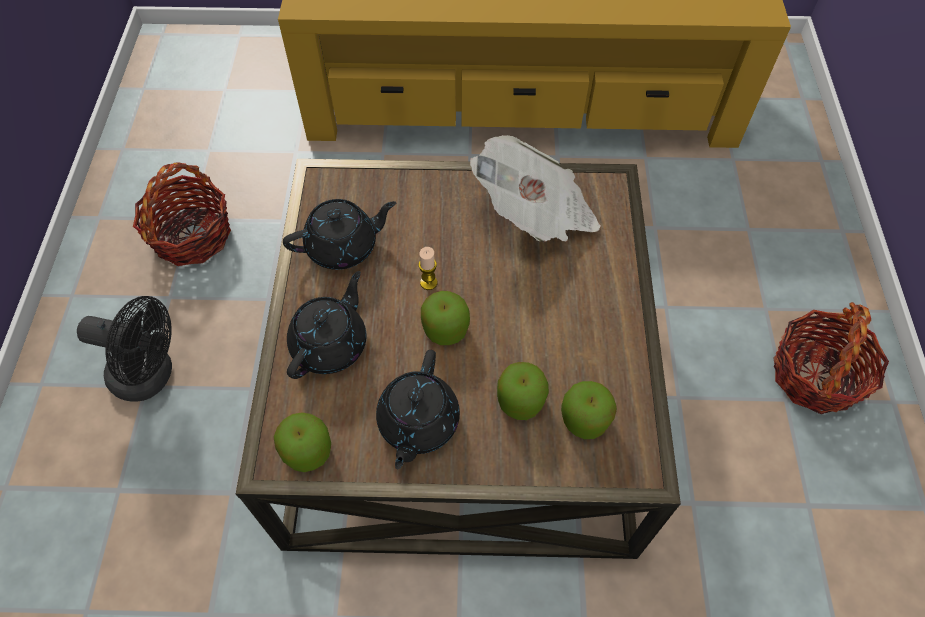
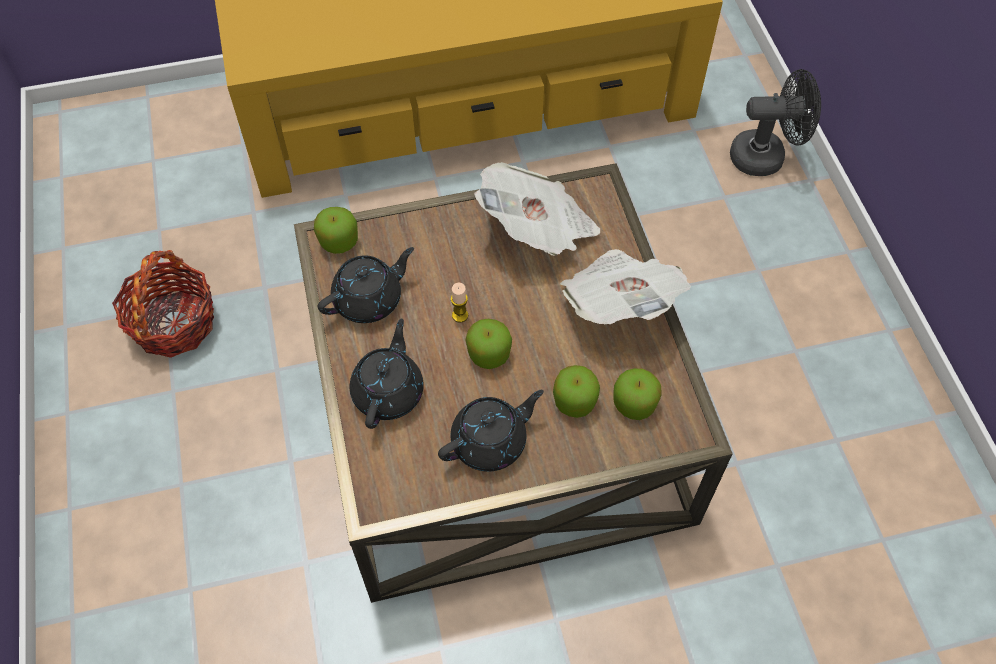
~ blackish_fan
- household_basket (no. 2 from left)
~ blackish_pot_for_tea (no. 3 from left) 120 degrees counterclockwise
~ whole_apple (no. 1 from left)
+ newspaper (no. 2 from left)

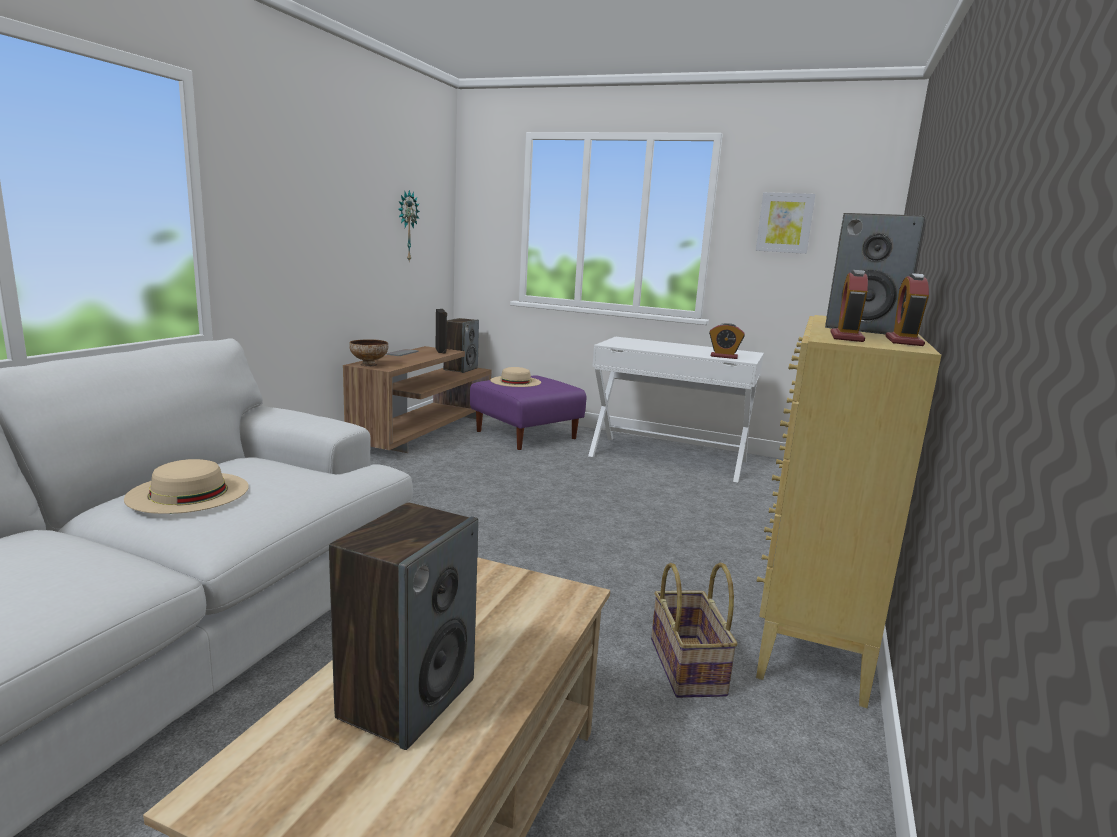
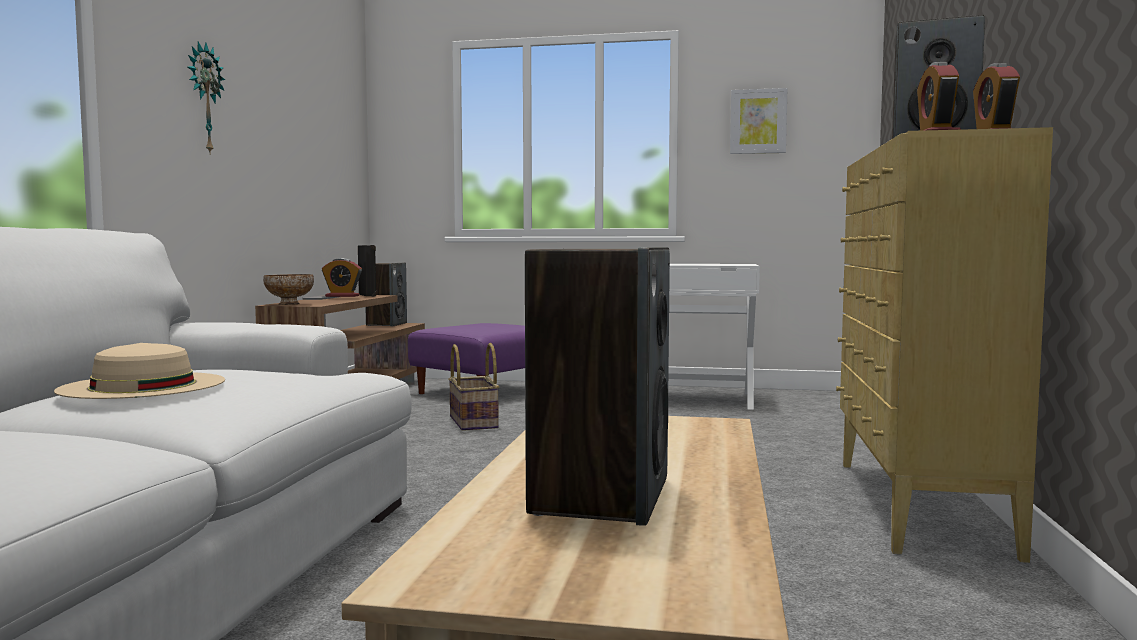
~ hanging_clock
~ bedside_clock (no. 1 from left)
- beige_wearable_hat (no. 2 from left)
~ household_basket

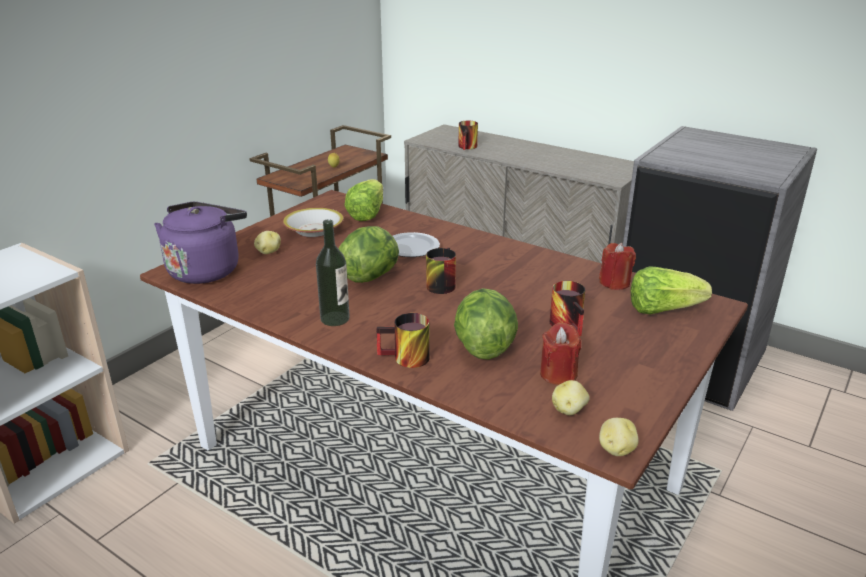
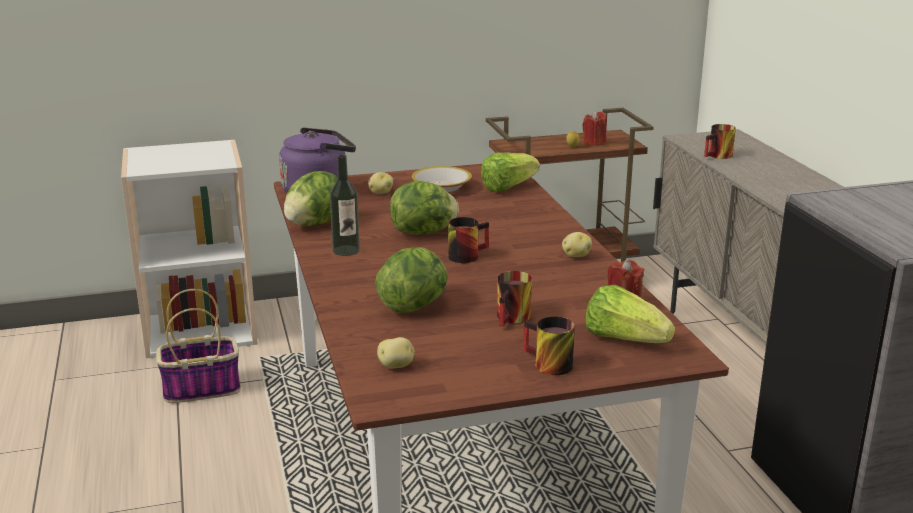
- dinner_plate
~ mug (no. 1 from left in the first image) to mug (no. 3 from left)
~ reddish_wax_light (no. 1 from left)
~ potato (no. 3 from left)
+ head_of_lettuce (no. 1 from left)
+ household_basket

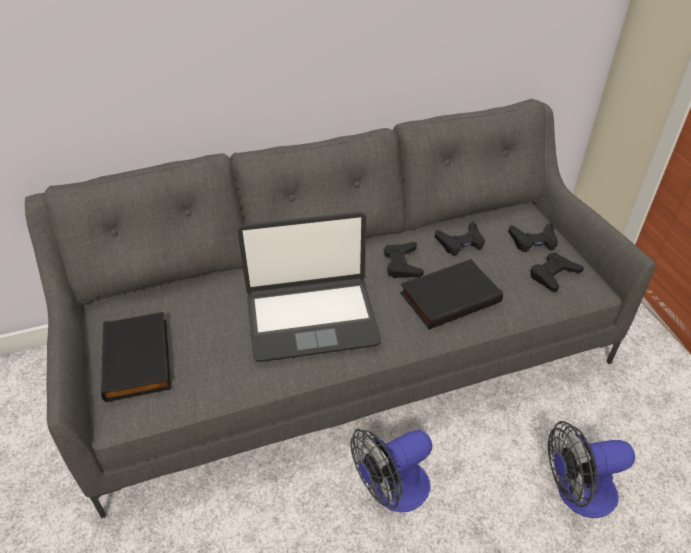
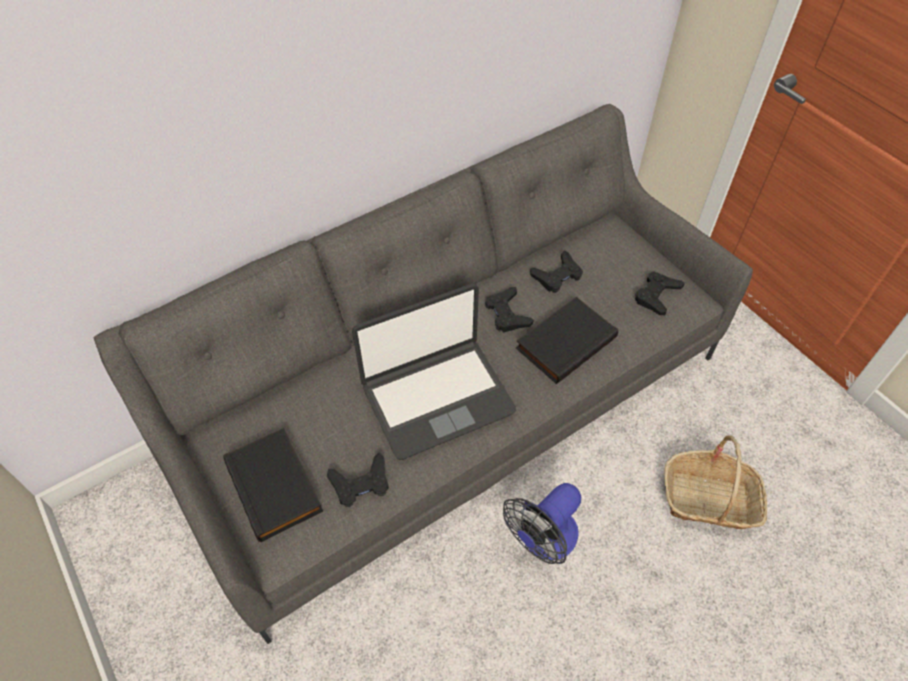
~ blackish_game_controller (no. 3 from left in the first image) to blackish_game_controller (no. 1 from left)
~ fan (no. 2 from left) to household_basket

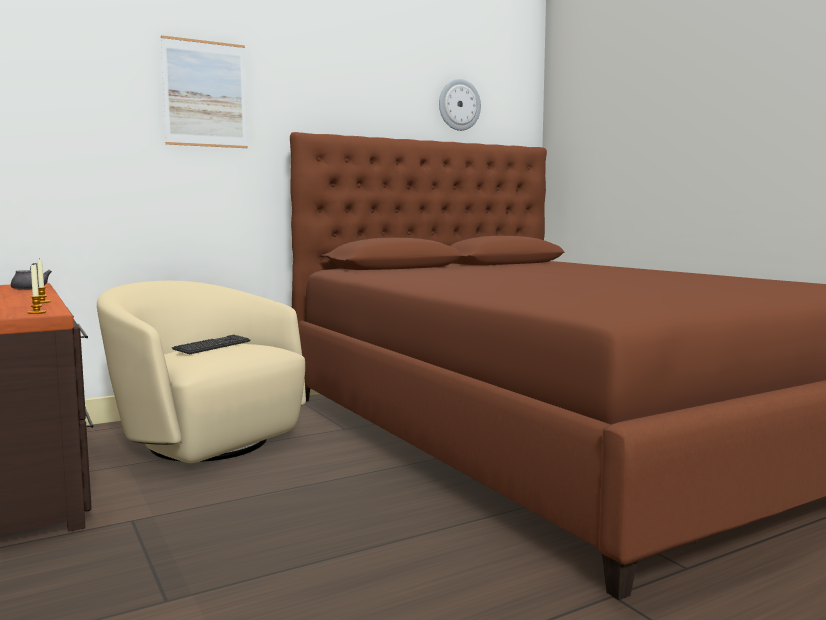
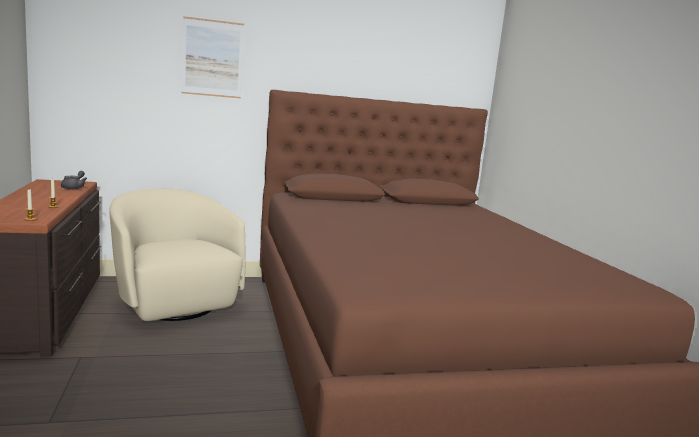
- hanging_clock
- PC_keyboard

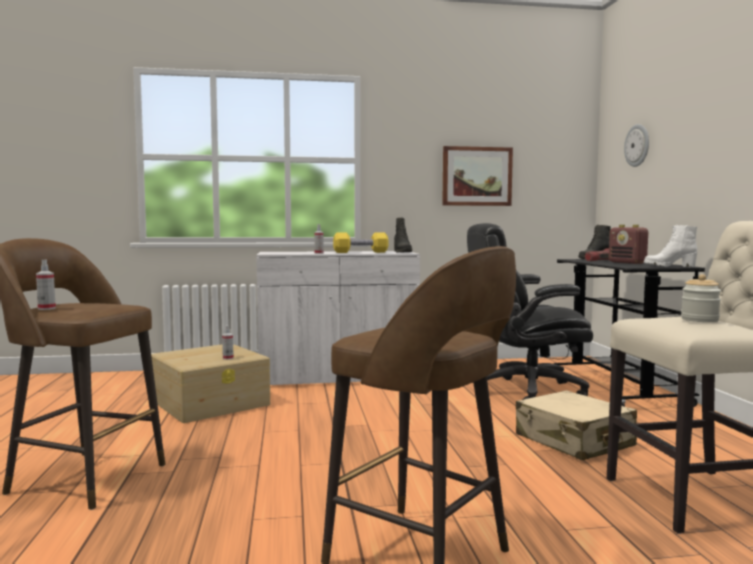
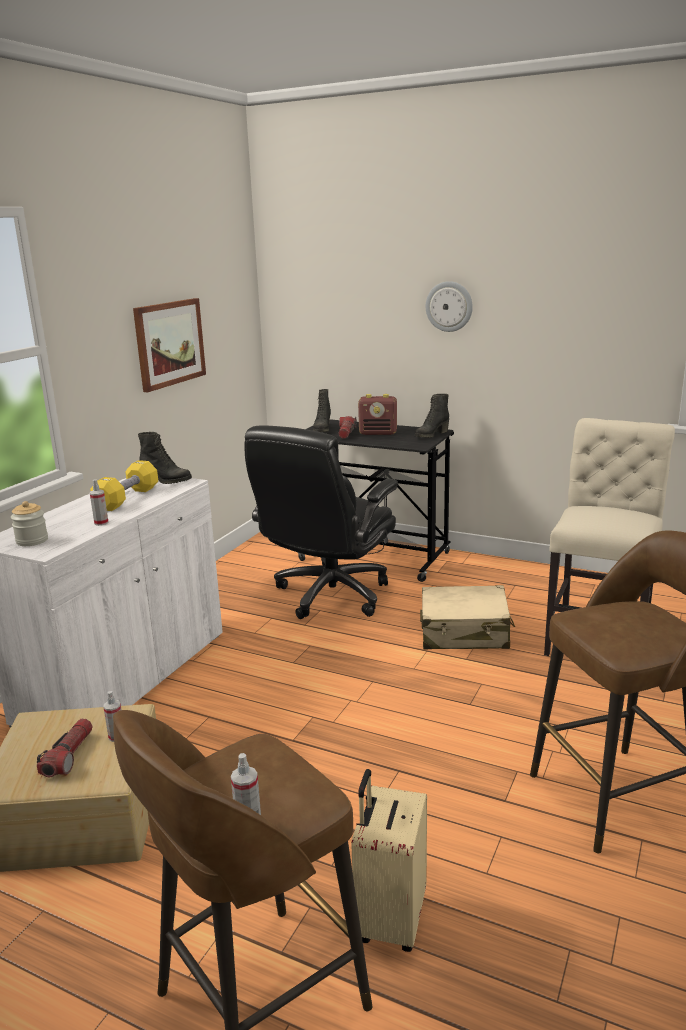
~ hanging_clock
~ white_boot to blackish_boot (no. 3 from left)
~ jar
+ hand_torch (no. 1 from left)
+ beige_suitcase (no. 1 from left)

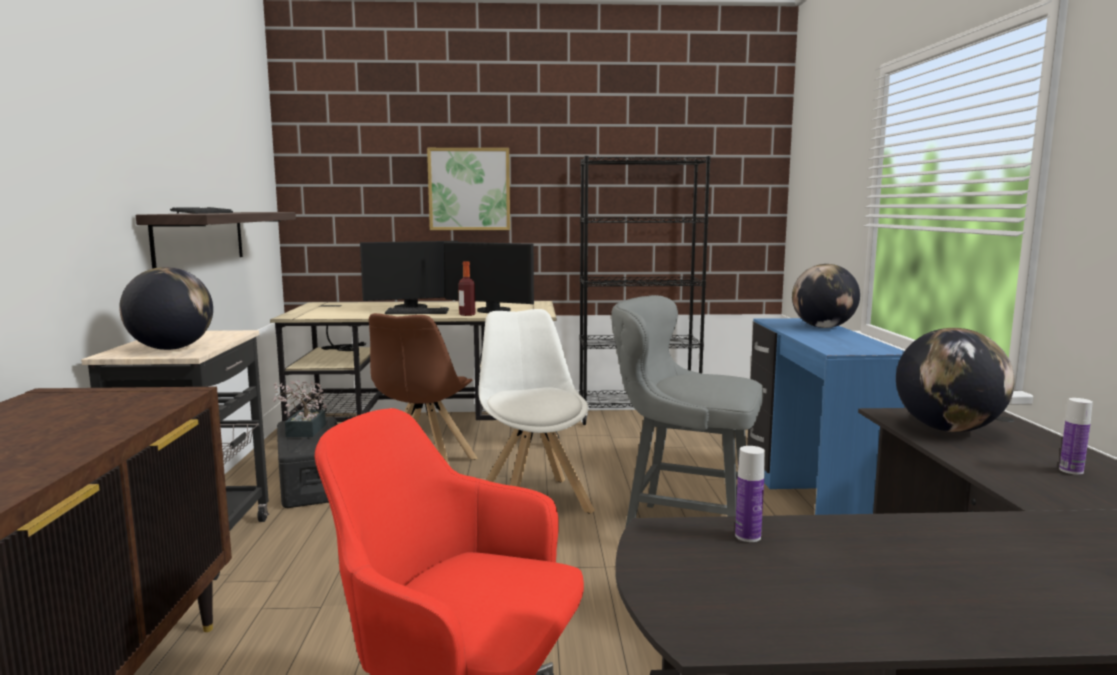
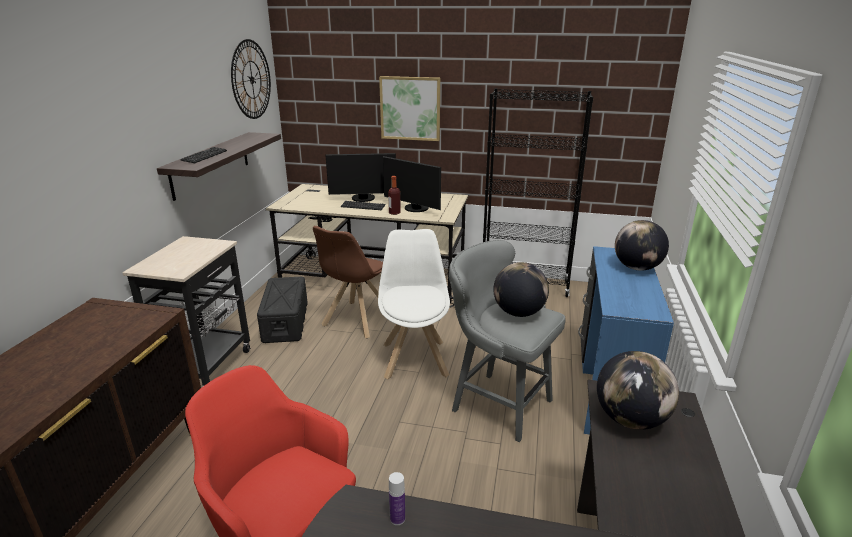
~ globe (no. 1 from left)
- plant_in_a_pot
- beverage_bottle (no. 3 from left)
+ hanging_clock

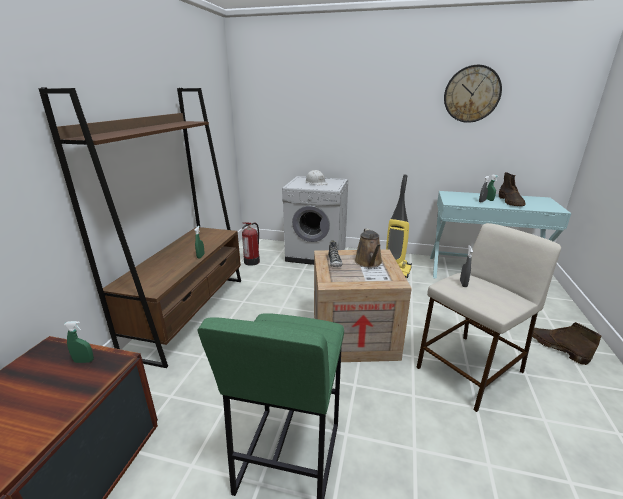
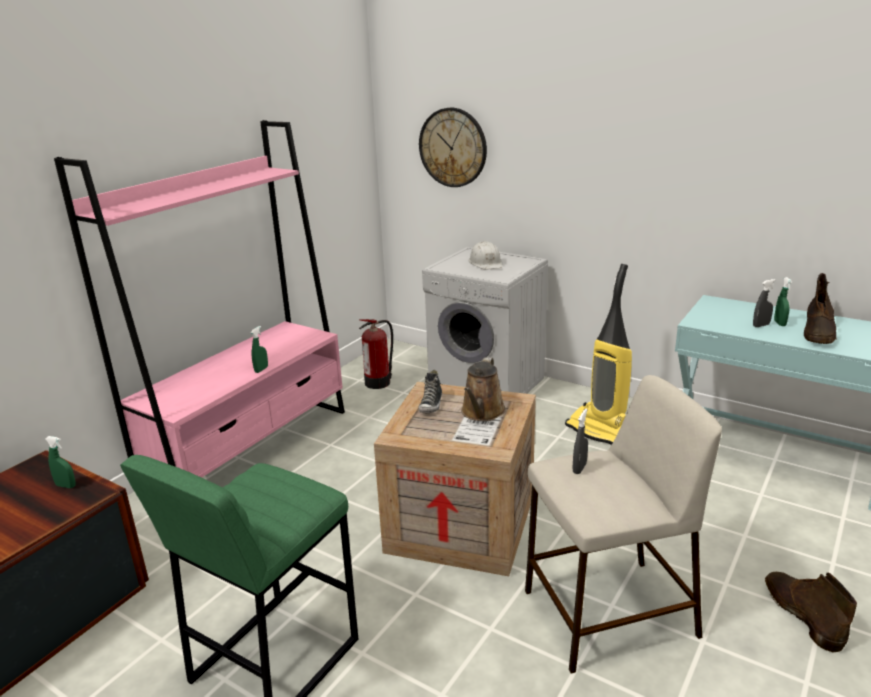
~ hanging_clock
~ brown-coloured_shelving_unit to pinkish_shelving_unit

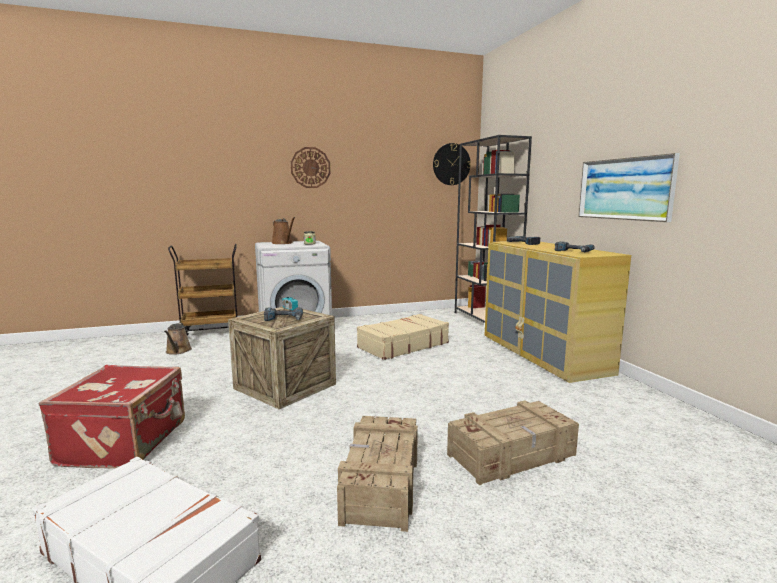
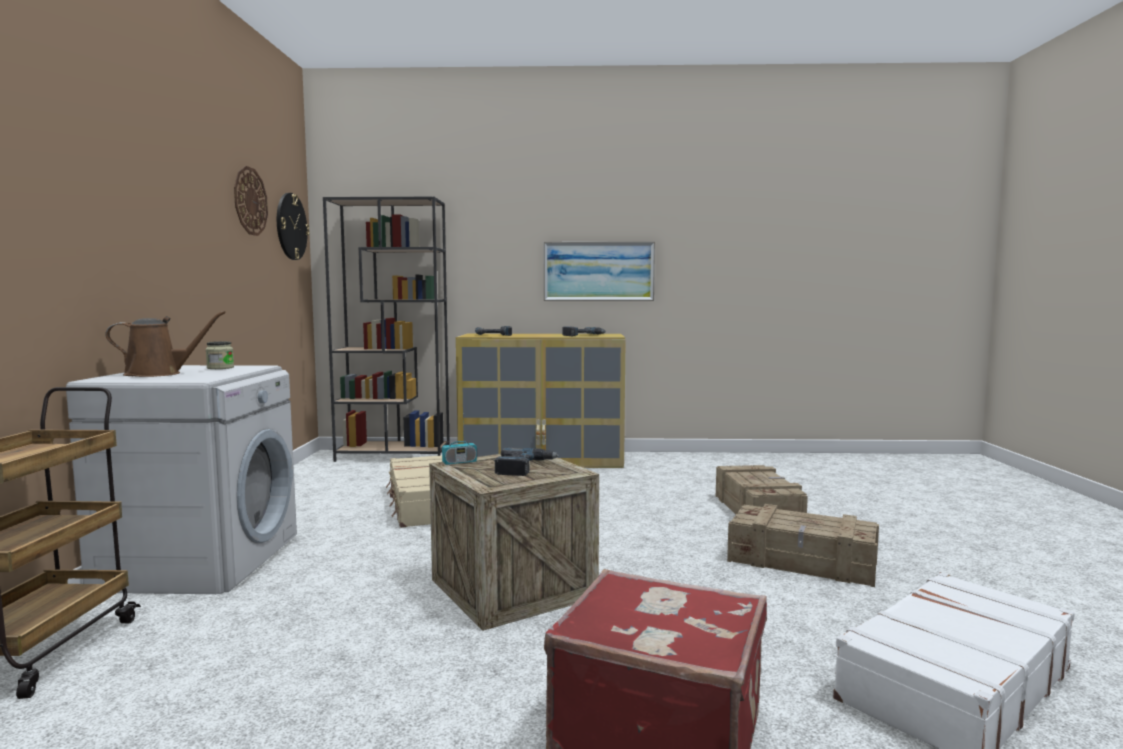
~ hanging_clock (no. 1 from left)
- brown-coloured_sprinkling_can (no. 1 from left)

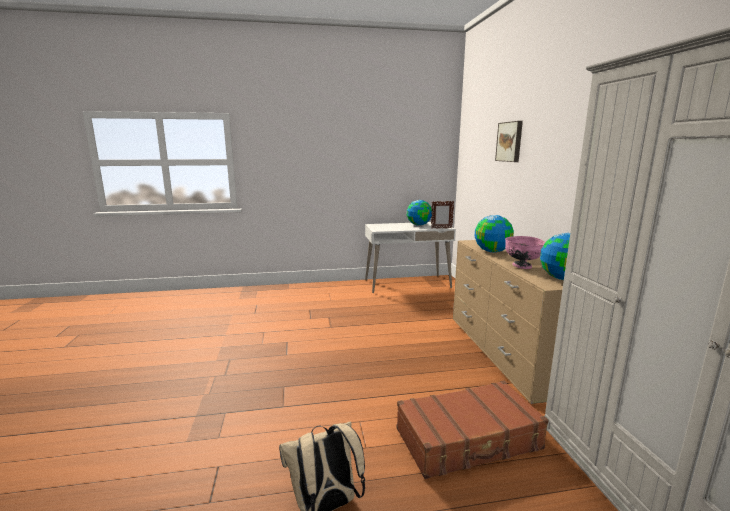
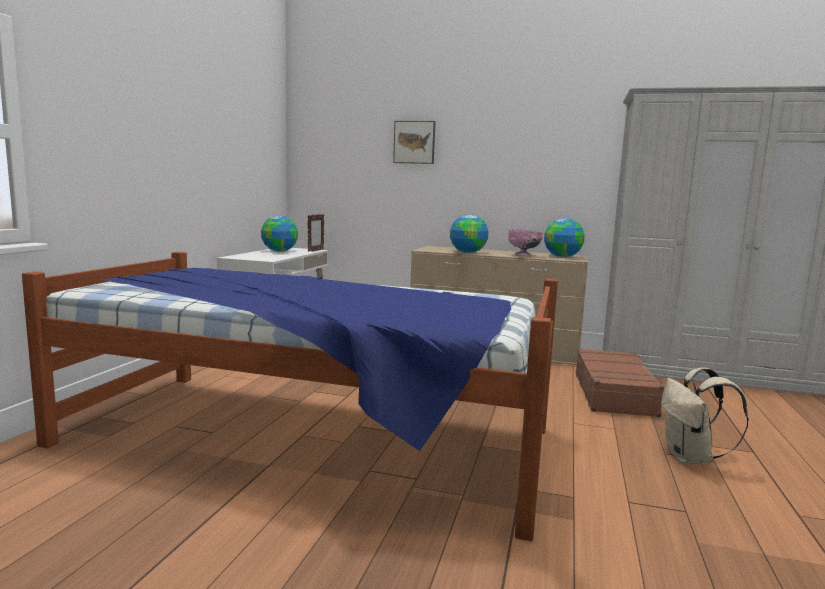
+ bedroom_bed

